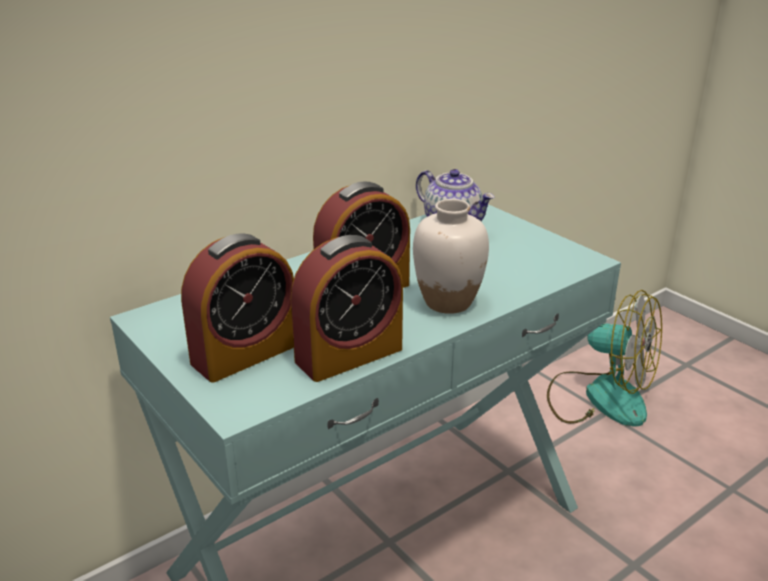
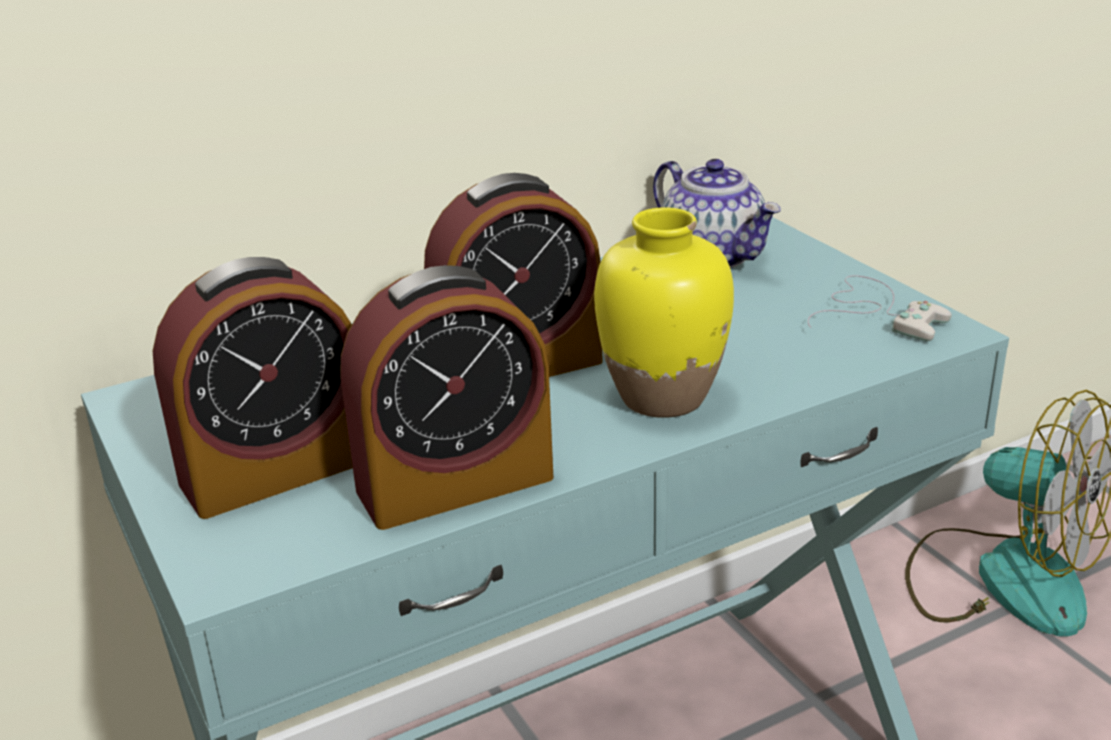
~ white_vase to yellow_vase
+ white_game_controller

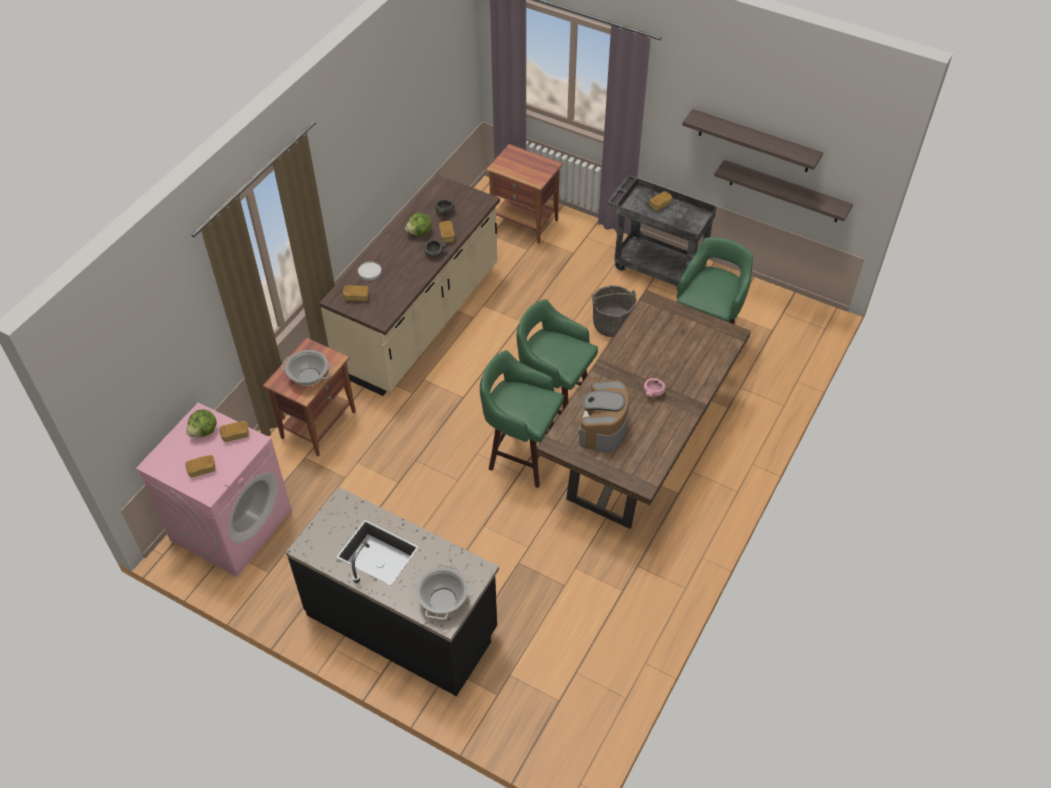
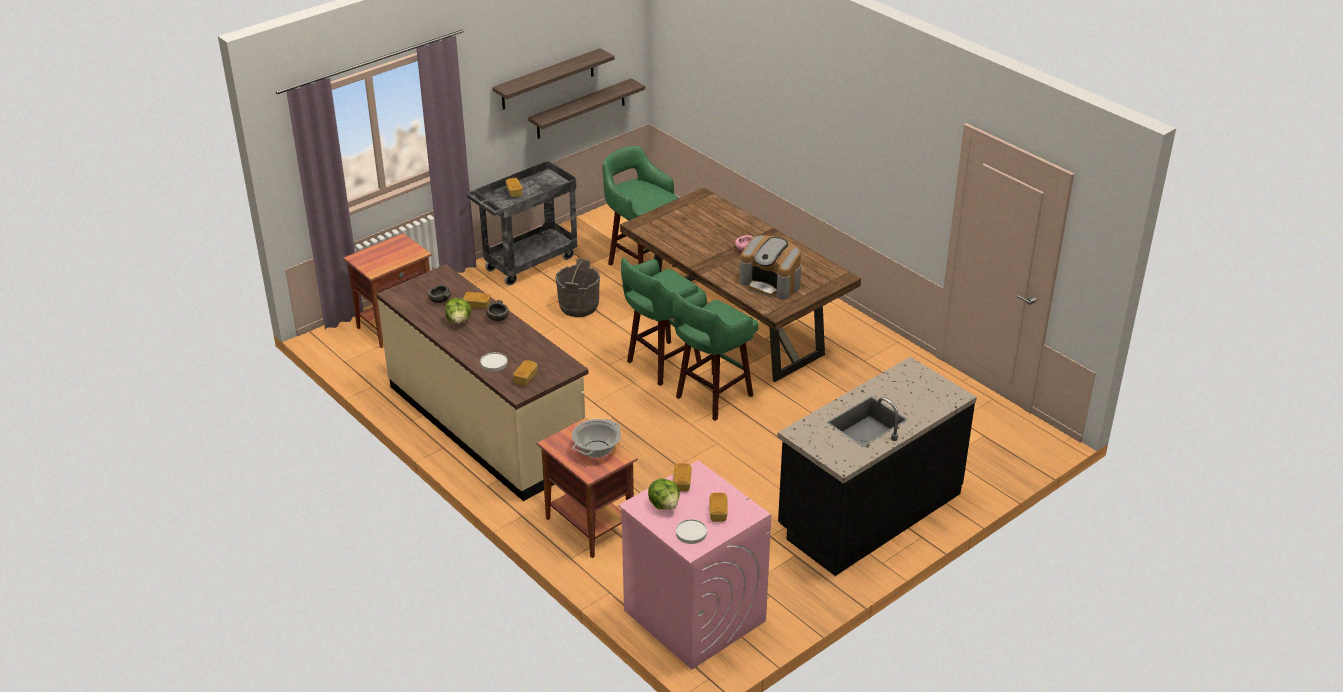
- stockpot (no. 2 from left)
+ white_dinner_plate (no. 2 from left)

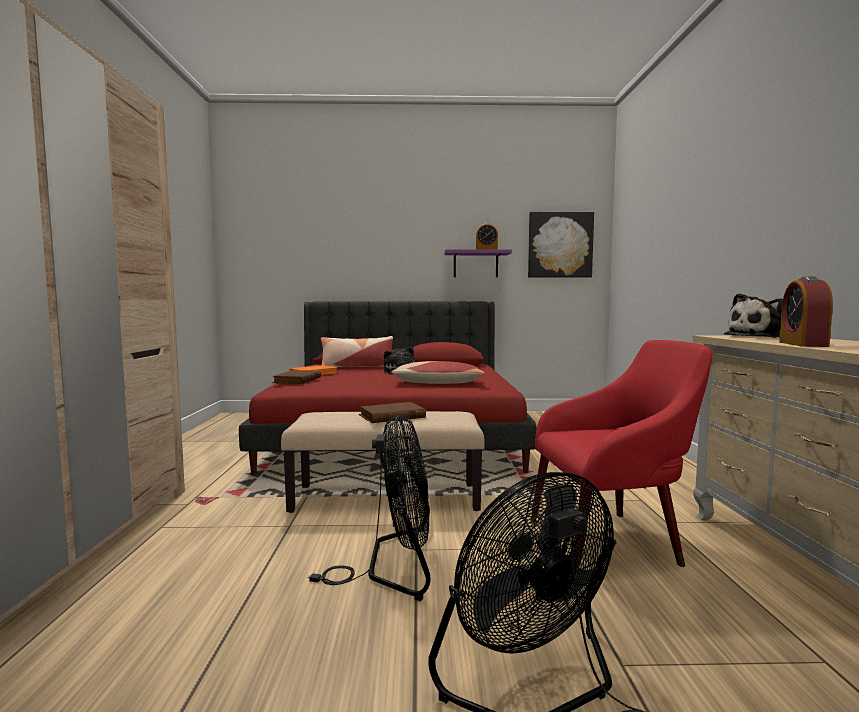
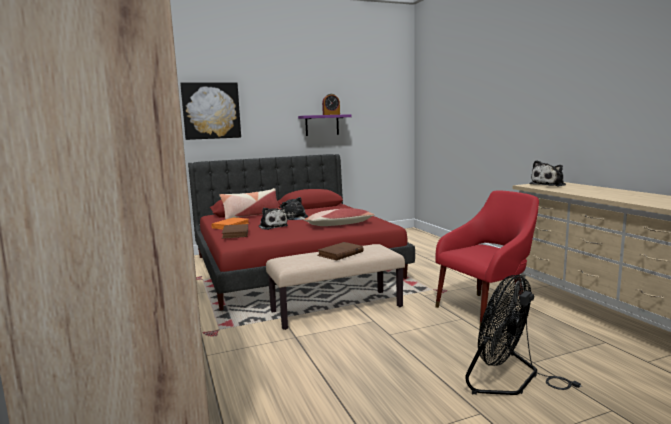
~ picture
- bedside_clock (no. 2 from left)
- blackish_fan (no. 1 from left)
+ cuddly_toy (no. 1 from left)

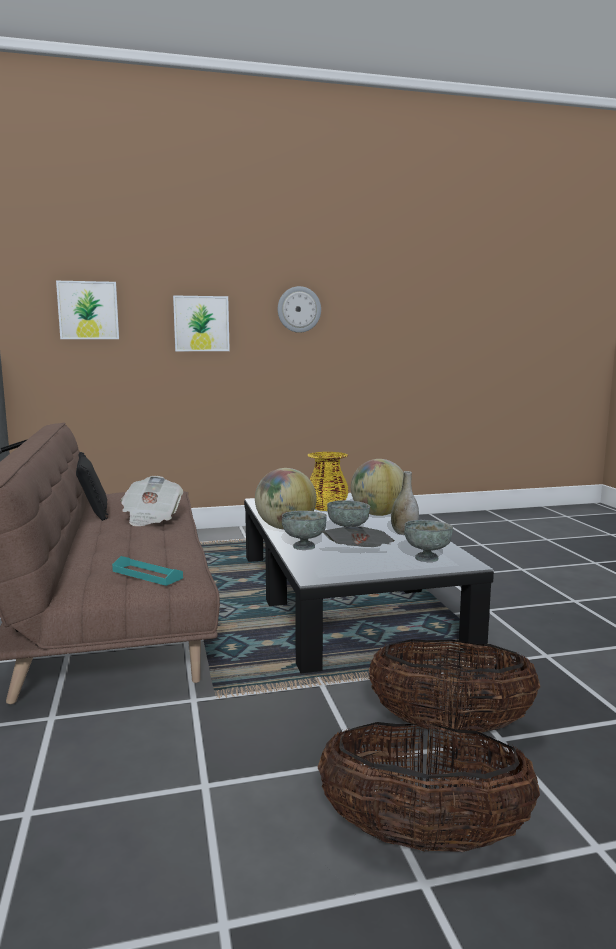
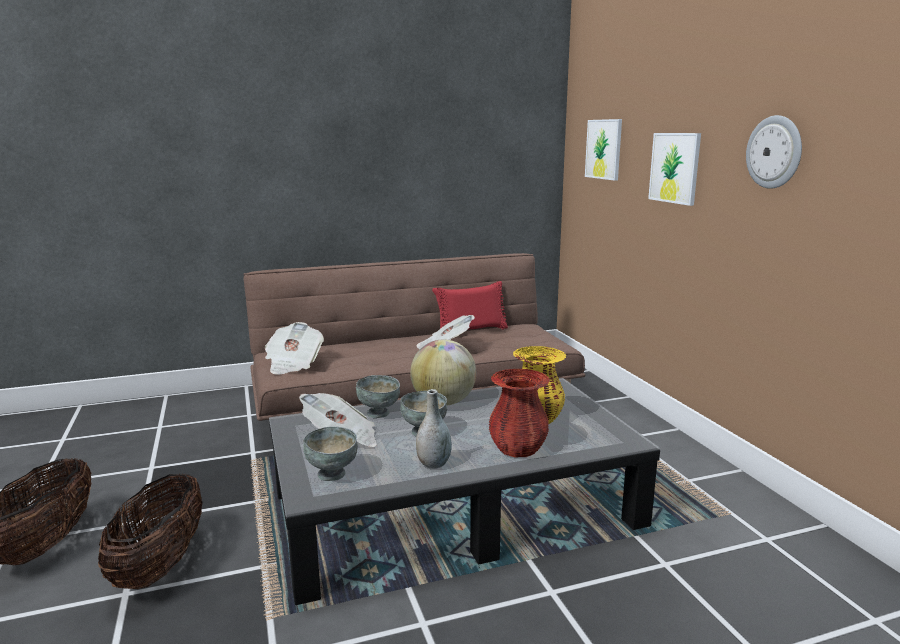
~ blackish_pillow to reddish_pillow
~ globe (no. 2 from left) to reddish_vase
~ turquoise_tray to newspaper (no. 1 from left)

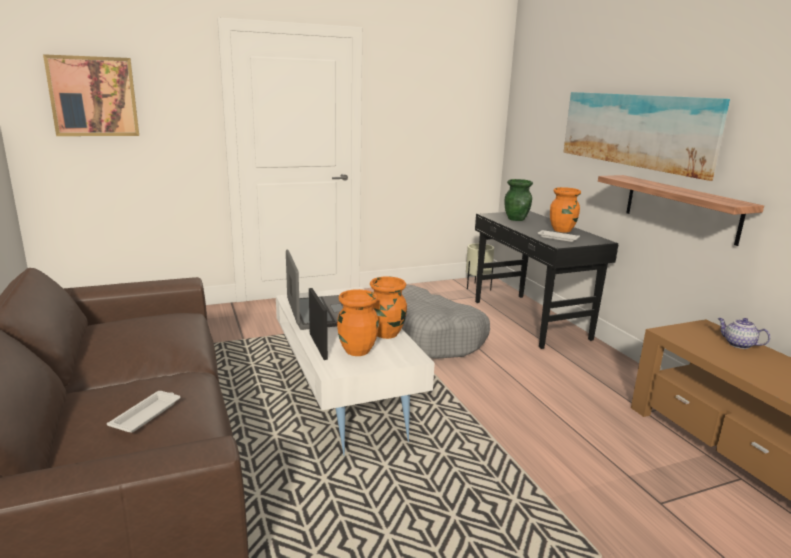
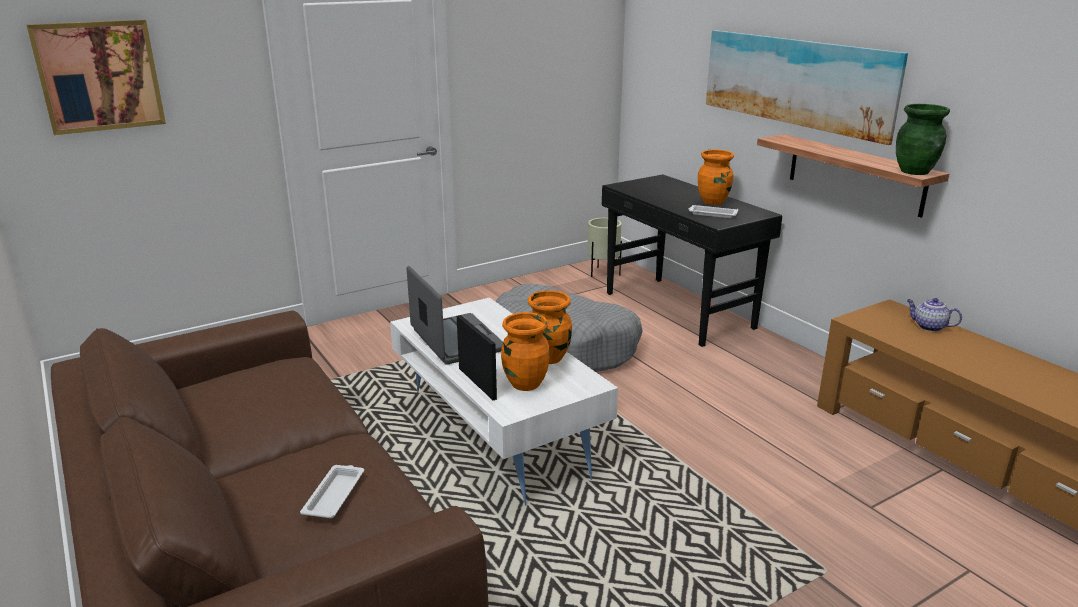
~ green-coloured_vase

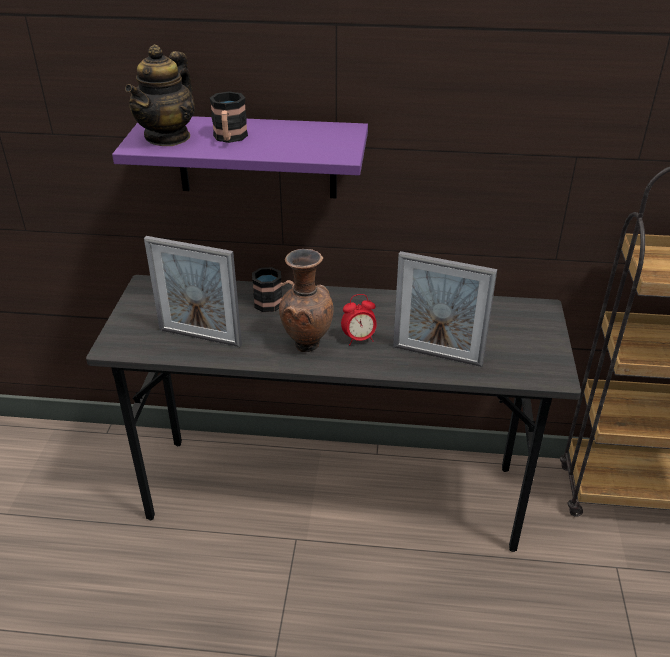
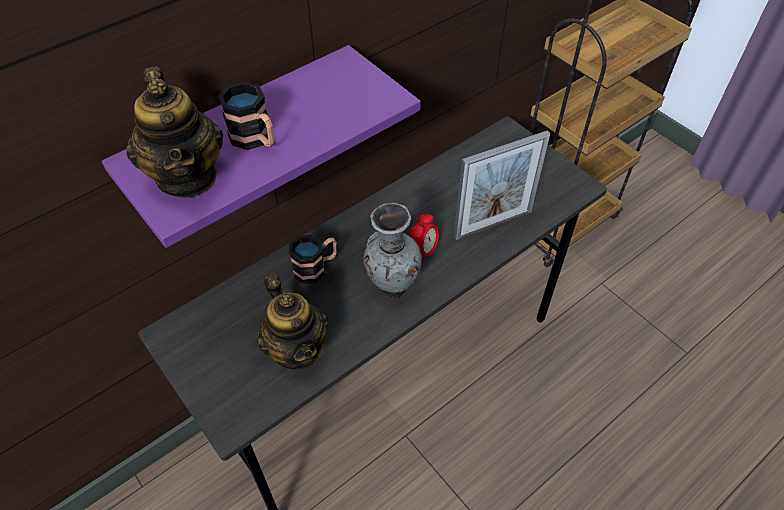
~ standing_frame (no. 1 from left) to pot_for_tea (no. 2 from left)
~ brown-coloured_vase to greyish_vase

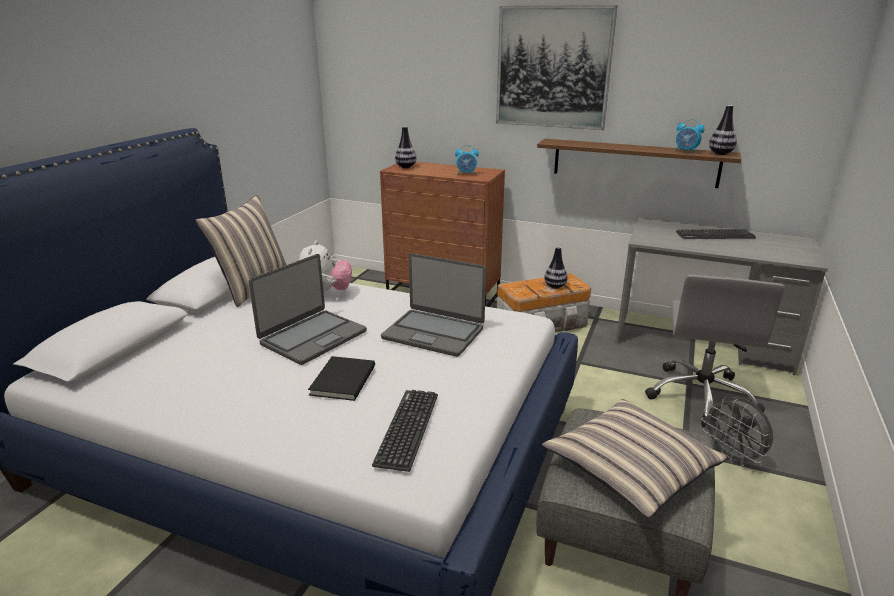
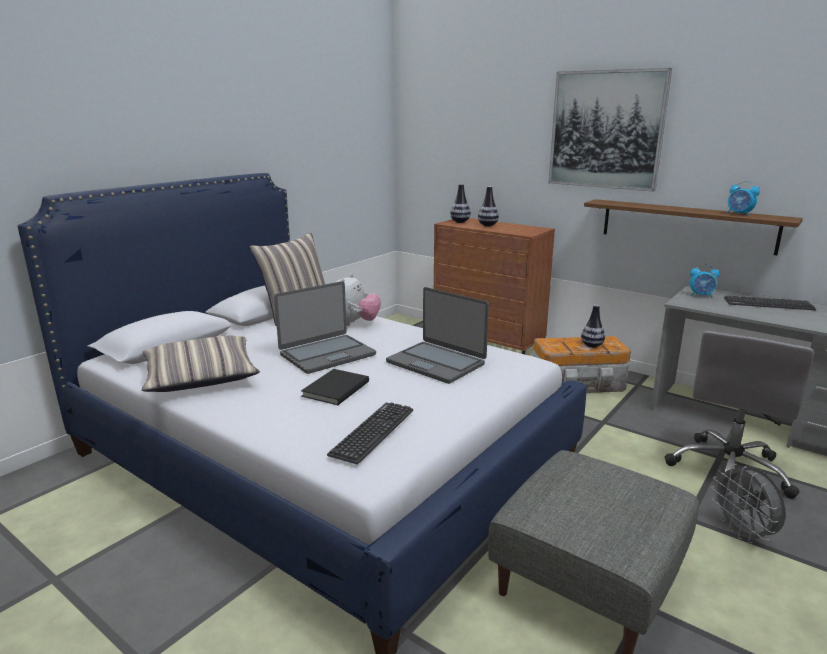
~ vase (no. 3 from left in the first image) to vase (no. 2 from left)
~ bedside_clock (no. 1 from left)
~ pillow (no. 2 from left in the first image) to pillow (no. 1 from left)

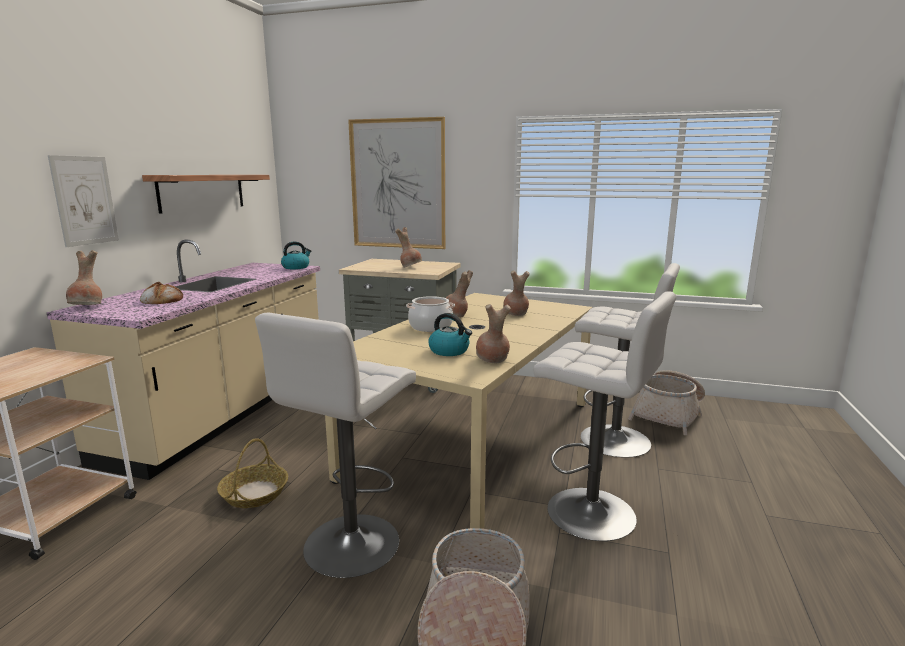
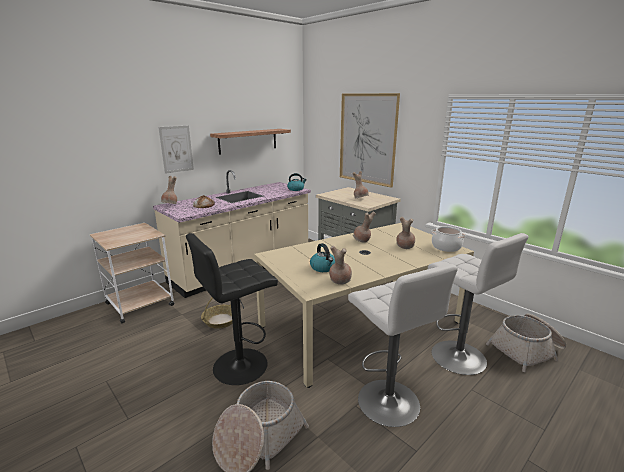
~ stockpot
~ white_stool (no. 1 from left) to blackish_stool

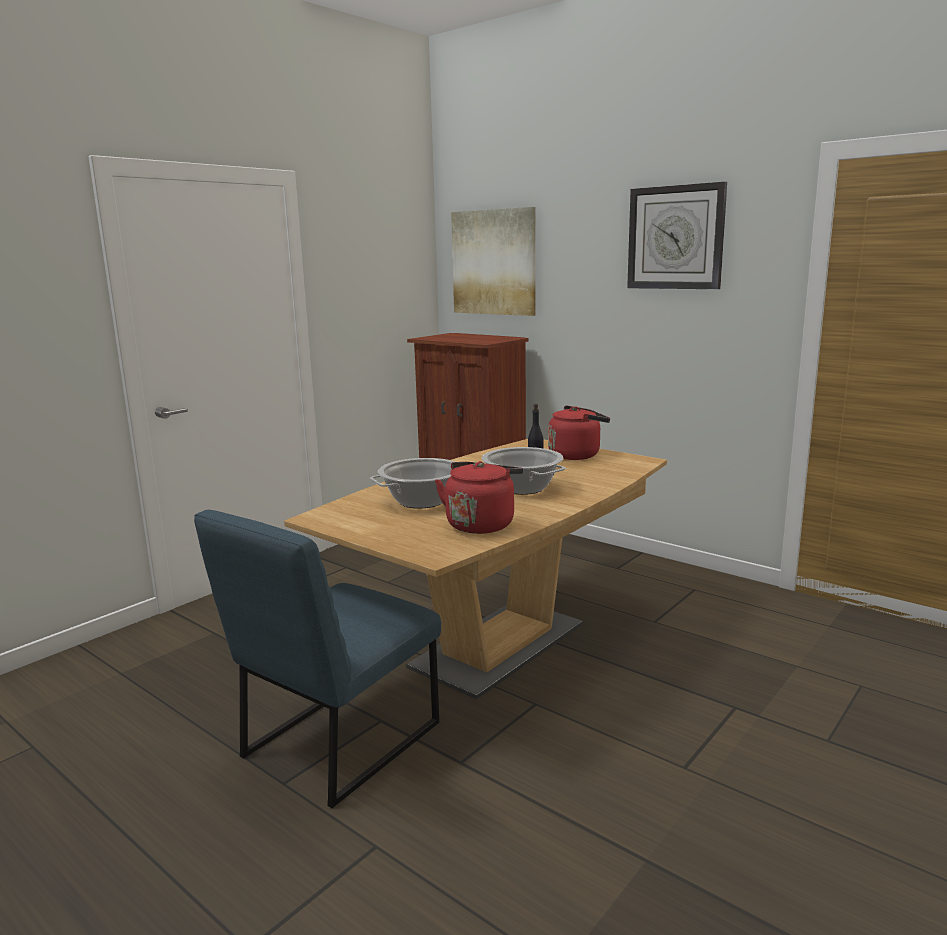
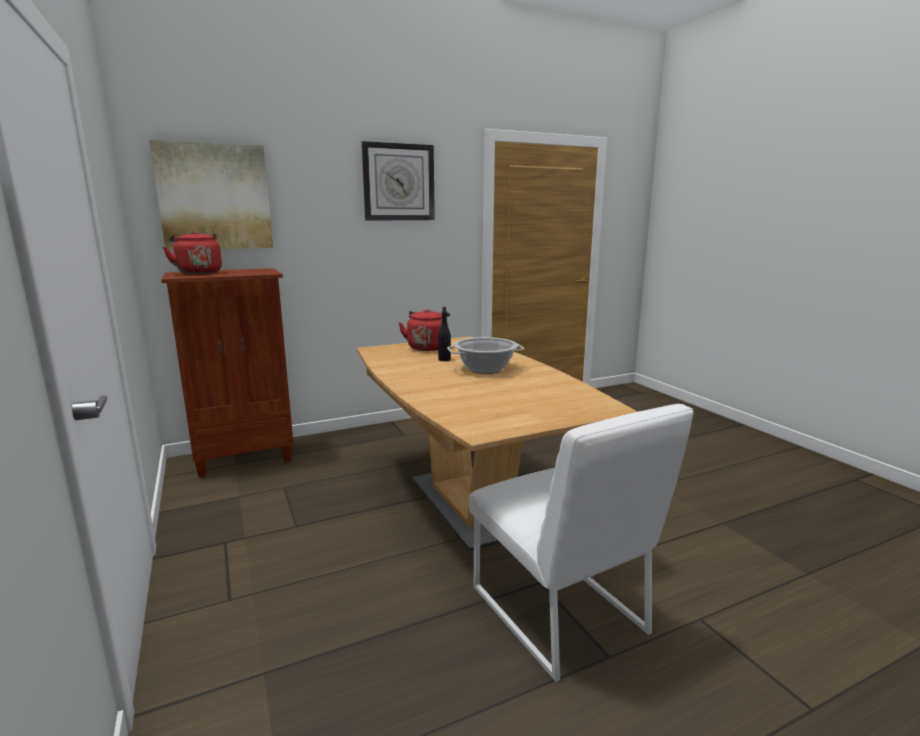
- stockpot (no. 1 from left)
~ reddish_kettle (no. 1 from left)
~ blue-coloured_upright_chair to white_upright_chair

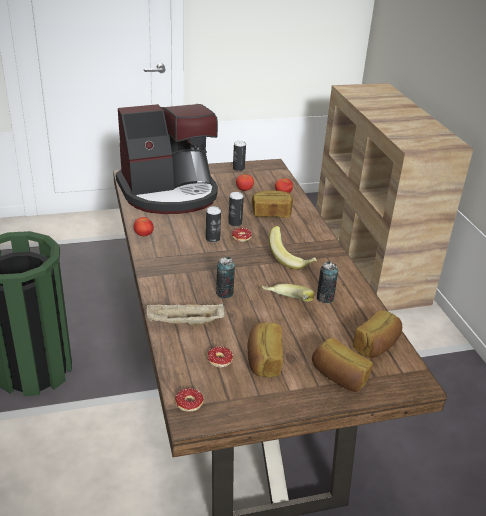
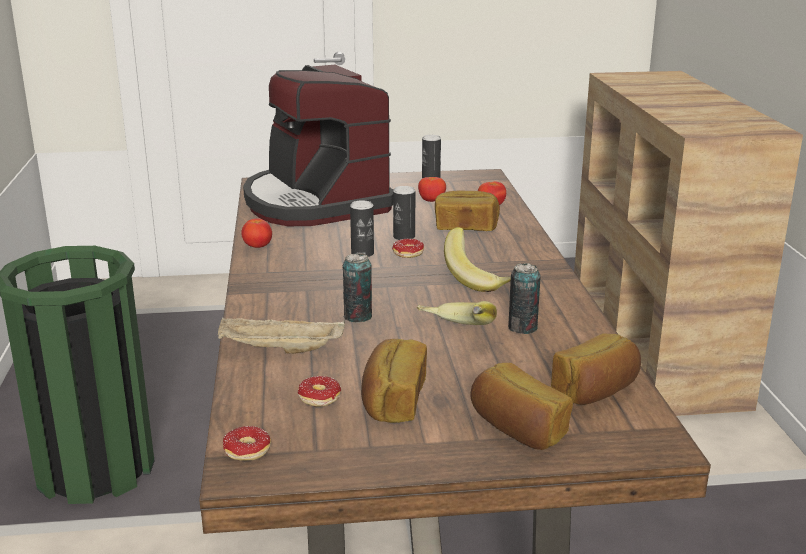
~ coffee_maker 75 degrees clockwise

